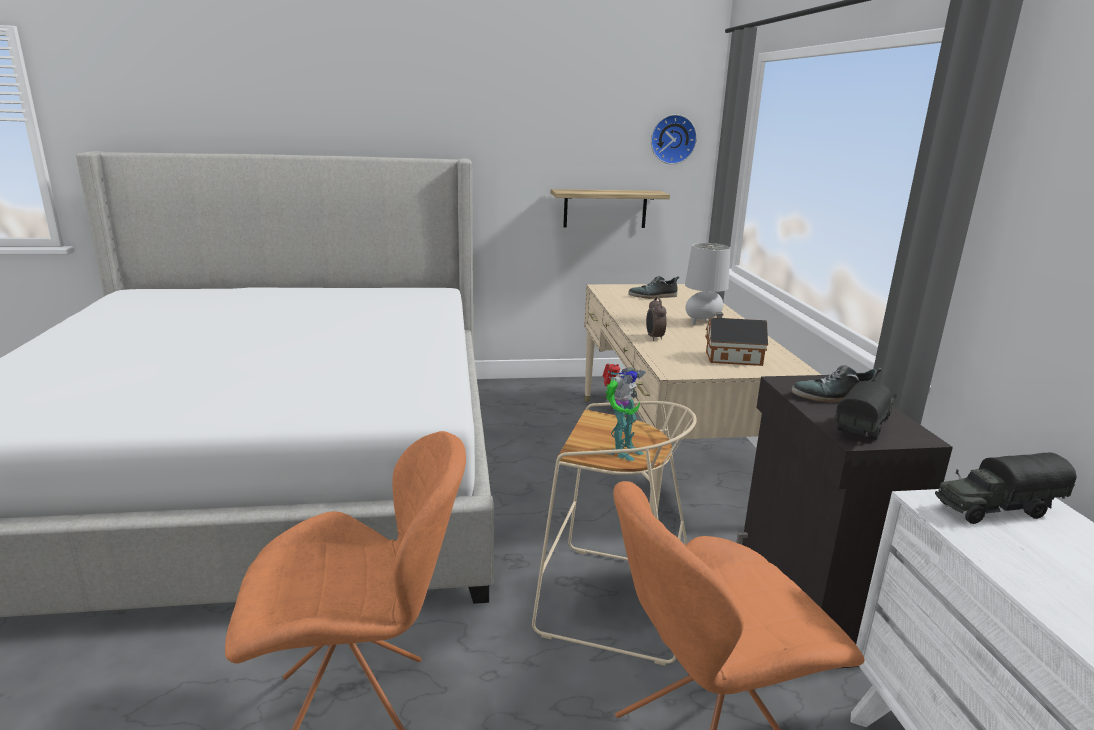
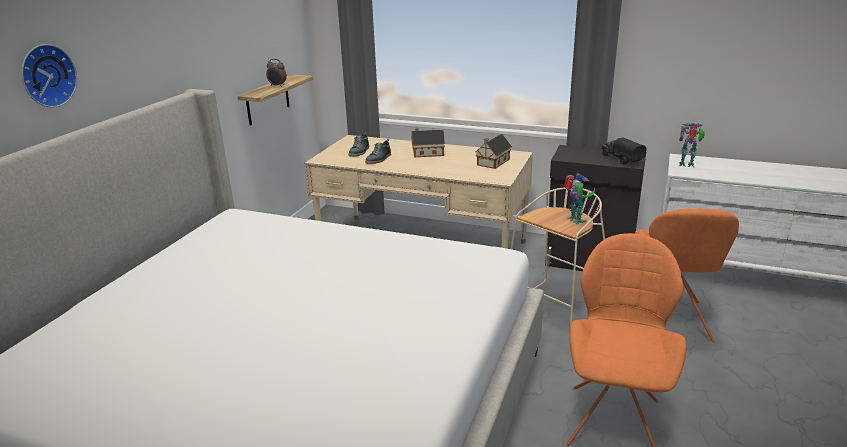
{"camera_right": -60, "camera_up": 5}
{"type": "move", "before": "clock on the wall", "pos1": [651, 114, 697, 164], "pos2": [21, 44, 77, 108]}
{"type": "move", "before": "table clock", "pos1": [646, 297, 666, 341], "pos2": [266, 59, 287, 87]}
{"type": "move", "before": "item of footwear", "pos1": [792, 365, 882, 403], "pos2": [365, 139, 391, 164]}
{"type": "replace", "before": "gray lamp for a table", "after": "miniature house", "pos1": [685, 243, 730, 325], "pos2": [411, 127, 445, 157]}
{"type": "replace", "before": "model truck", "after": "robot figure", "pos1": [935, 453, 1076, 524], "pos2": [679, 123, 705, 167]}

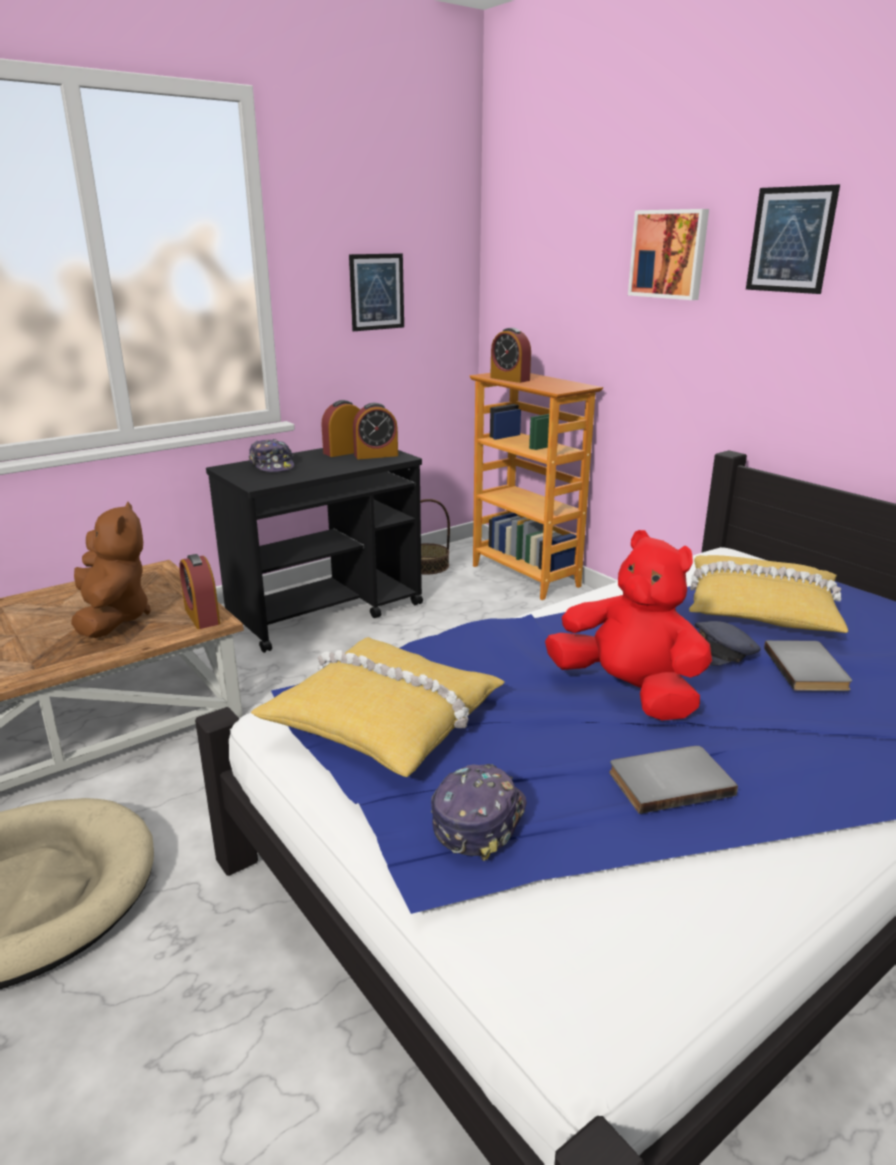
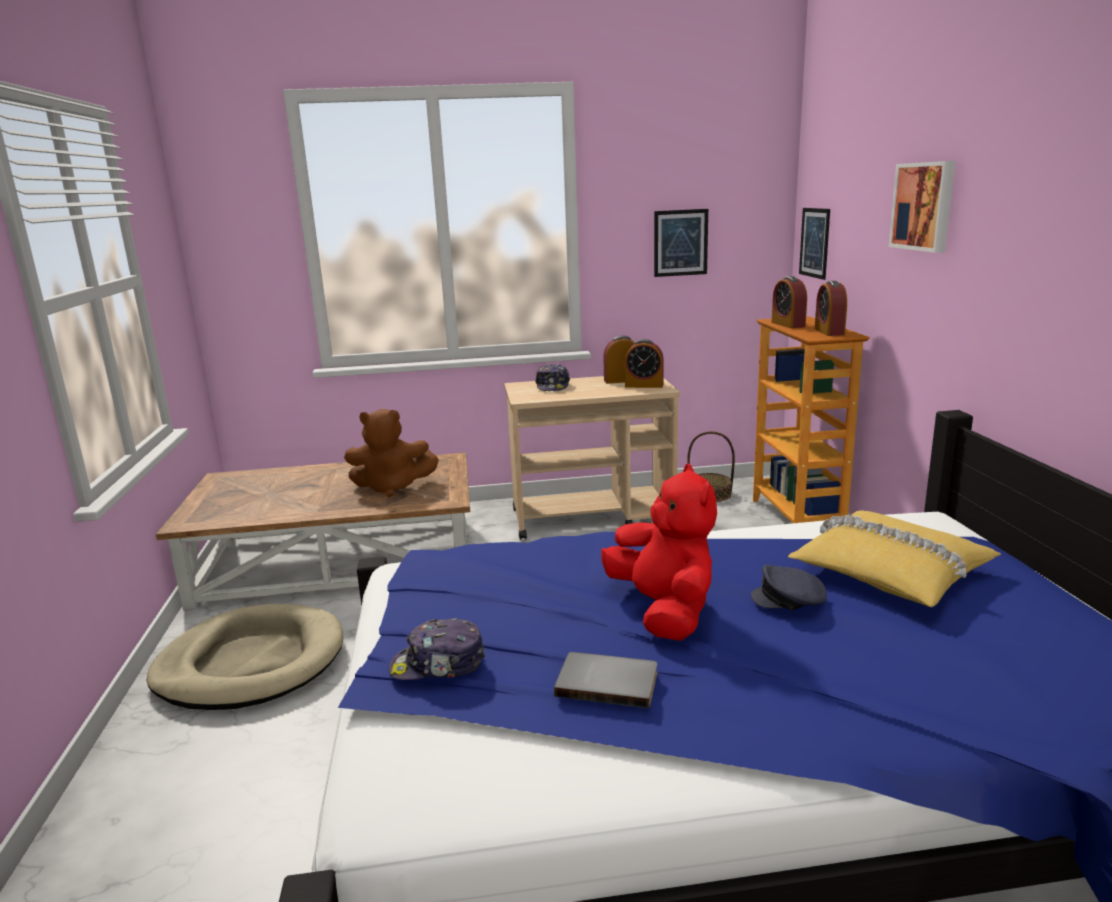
{"camera_right": 30, "camera_up": -5}
{"type": "rotate", "before": "brownish soft toy", "pos1": [71, 502, 151, 638], "pos2": [344, 409, 439, 497], "turn": 75}
{"type": "rotate", "before": "peaked cap", "pos1": [431, 764, 527, 861], "pos2": [388, 618, 485, 680], "turn": -150}
{"type": "recolor", "before": "black-coloured cart", "after": "beige cart", "pos1": [206, 448, 423, 653], "pos2": [505, 376, 680, 540]}
{"type": "move", "before": "wall art", "pos1": [746, 185, 840, 294], "pos2": [799, 208, 830, 280]}
{"type": "move", "before": "table clock", "pos1": [179, 554, 220, 629], "pos2": [815, 281, 847, 336]}
{"type": "delete", "before": "yellowish pillow", "pos1": [251, 637, 505, 777]}
{"type": "delete", "before": "gray bound book", "pos1": [764, 640, 852, 691]}

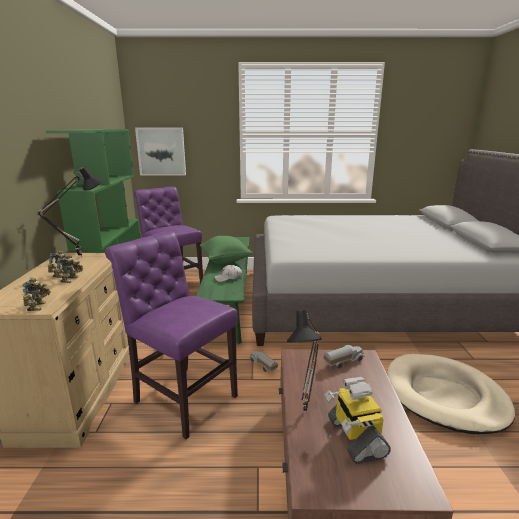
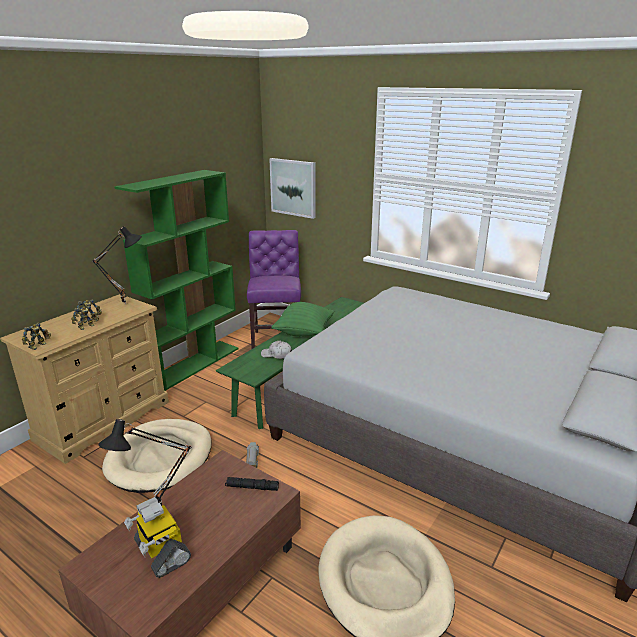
{"camera_right": 35, "camera_up": 5}
{"type": "replace", "before": "purple-coloured plain chair", "after": "beige pet bed", "pos1": [105, 231, 238, 439], "pos2": [102, 419, 211, 493]}
{"type": "rotate", "before": "robot figure", "pos1": [325, 377, 391, 464], "pos2": [124, 497, 191, 578], "turn": -60}
{"type": "replace", "before": "model truck", "after": "black-coloured flashlight", "pos1": [323, 345, 365, 369], "pos2": [225, 477, 279, 491]}

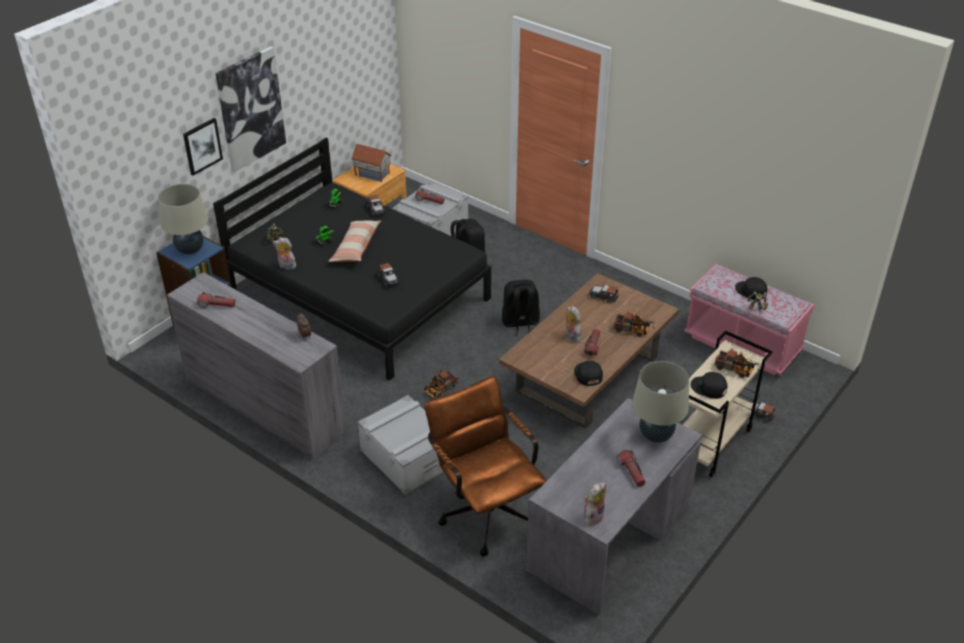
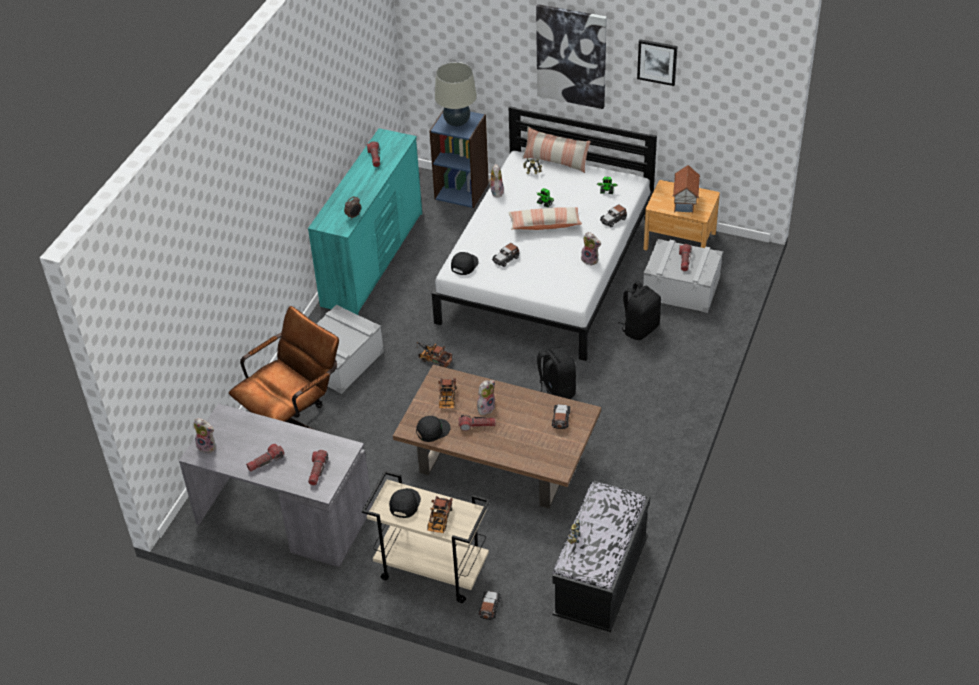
{"camera_right": 75, "camera_up": 5}
{"type": "recolor", "before": "gray drawer chest", "after": "turquoise-coloured drawer chest", "pos1": [167, 272, 346, 460], "pos2": [308, 128, 422, 315]}
{"type": "replace", "before": "beige lamp for a table", "after": "flashlight", "pos1": [632, 361, 689, 443], "pos2": [308, 450, 328, 485]}
{"type": "recolor", "before": "black-coloured bedroom bed", "after": "whitish bedroom bed", "pos1": [213, 138, 491, 381], "pos2": [432, 106, 657, 361]}
{"type": "move", "before": "model truck", "pos1": [614, 311, 654, 337], "pos2": [438, 378, 457, 408]}
{"type": "move", "before": "black-coloured peaked cap", "pos1": [735, 277, 767, 300], "pos2": [451, 252, 479, 275]}
{"type": "insert", "after": "pillow", "pos2": [522, 126, 591, 173]}
{"type": "recolor", "before": "pinkish bench", "after": "black-coloured bench", "pos1": [684, 264, 814, 375], "pos2": [552, 480, 650, 632]}
{"type": "insert", "after": "soft toy", "pos2": [581, 232, 601, 266]}
{"type": "move", "before": "wall art", "pos1": [183, 118, 223, 176], "pos2": [637, 39, 678, 86]}

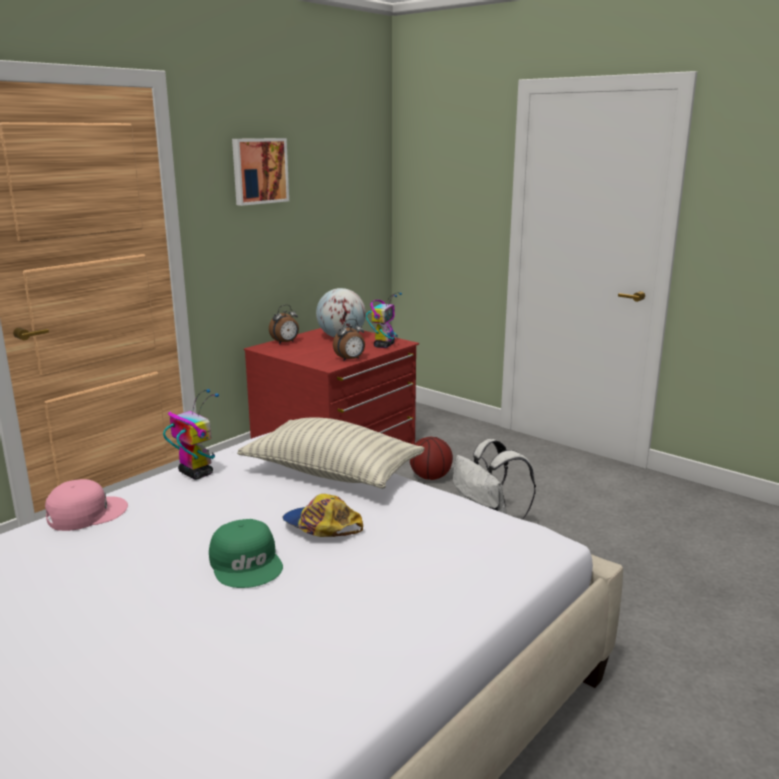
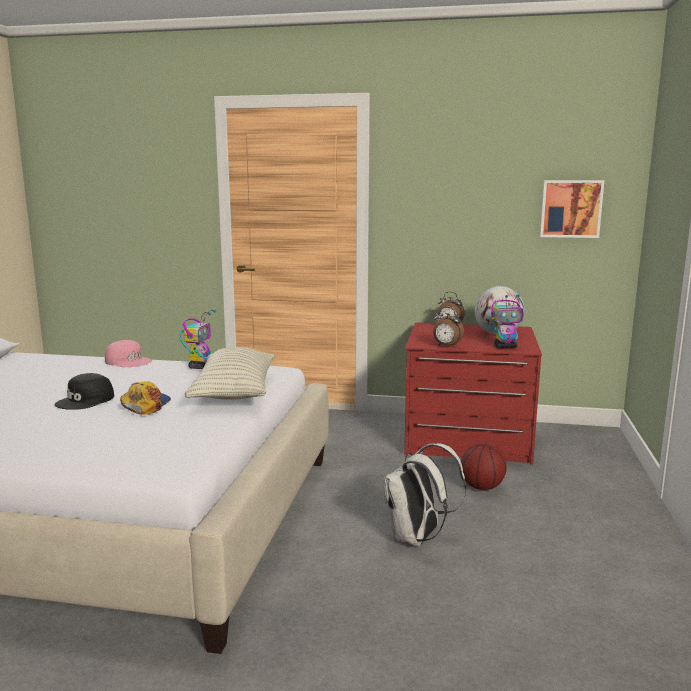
{"camera_right": 60, "camera_up": -5}
{"type": "recolor", "before": "greenish peaked cap", "after": "black-coloured peaked cap", "pos1": [209, 519, 283, 588], "pos2": [55, 373, 114, 410]}
{"type": "move", "before": "wall art", "pos1": [232, 138, 289, 206], "pos2": [540, 180, 604, 238]}

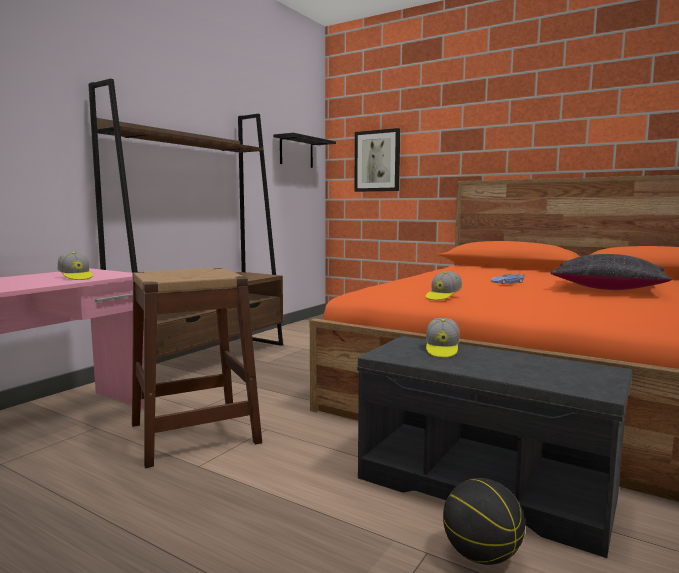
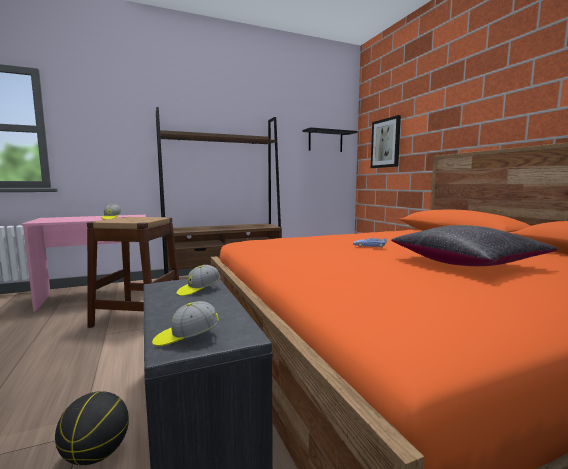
{"camera_right": 35, "camera_up": 0}
{"type": "move", "before": "peaked cap", "pos1": [426, 271, 462, 300], "pos2": [152, 301, 219, 346]}

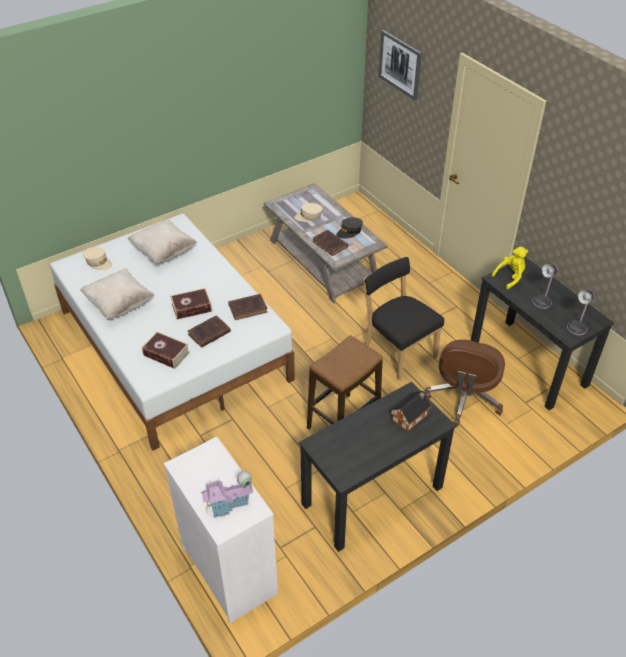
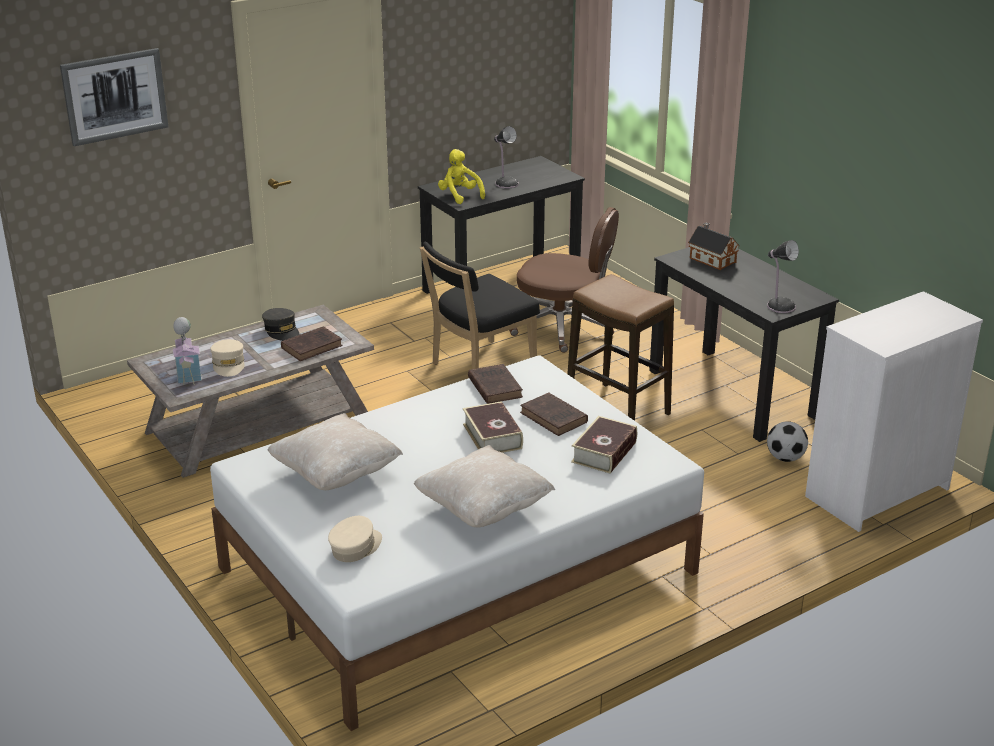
{"camera_right": -90, "camera_up": -15}
{"type": "move", "before": "miniature house", "pos1": [201, 471, 253, 518], "pos2": [173, 317, 202, 385]}
{"type": "move", "before": "lamp for a table", "pos1": [567, 290, 595, 335], "pos2": [767, 240, 799, 313]}
{"type": "insert", "after": "ball for football", "pos2": [767, 421, 808, 462]}

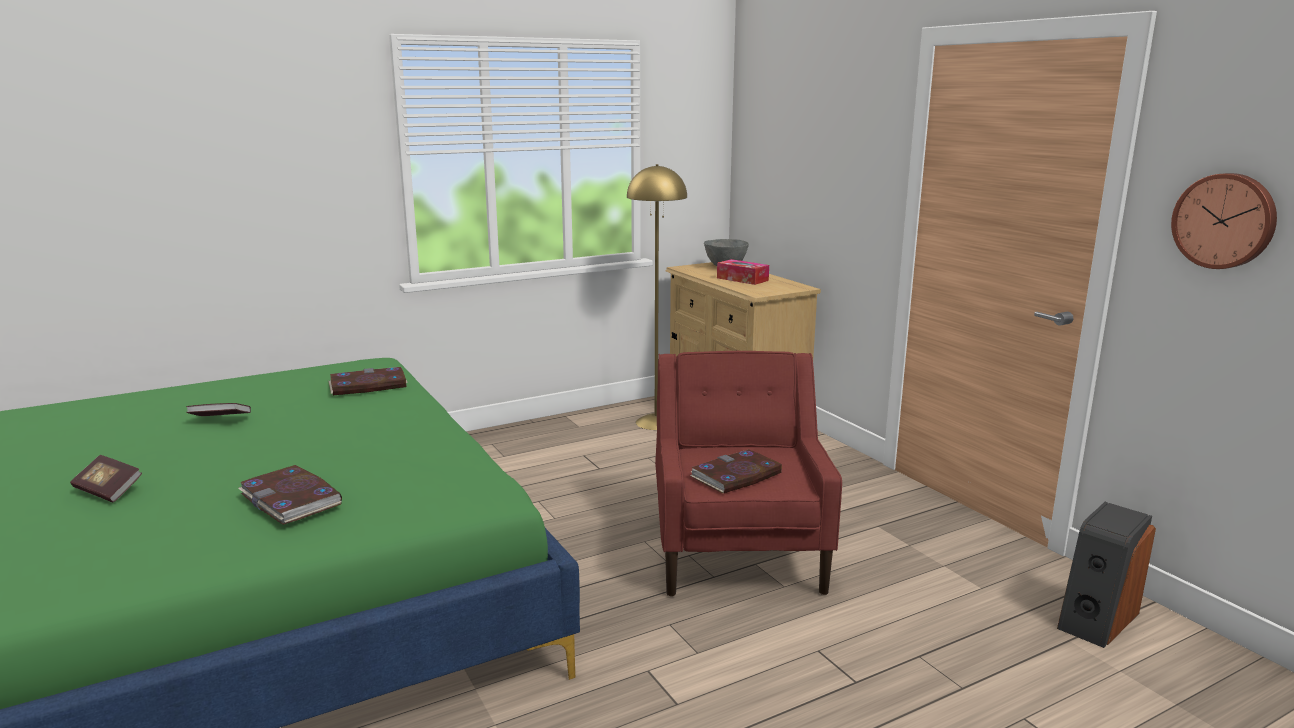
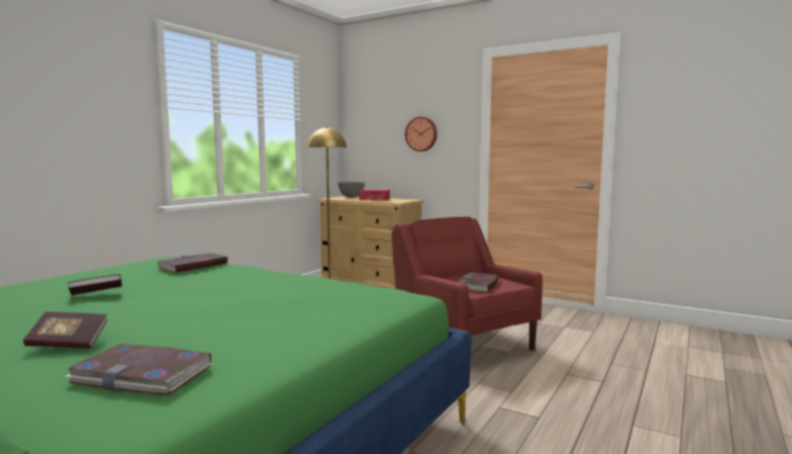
{"camera_right": -30, "camera_up": -10}
{"type": "move", "before": "bound book", "pos1": [238, 465, 342, 525], "pos2": [65, 344, 213, 396]}
{"type": "move", "before": "clock on the wall", "pos1": [1171, 173, 1277, 269], "pos2": [405, 117, 437, 152]}
{"type": "delete", "before": "loudspeaker", "pos1": [1057, 502, 1156, 648]}

